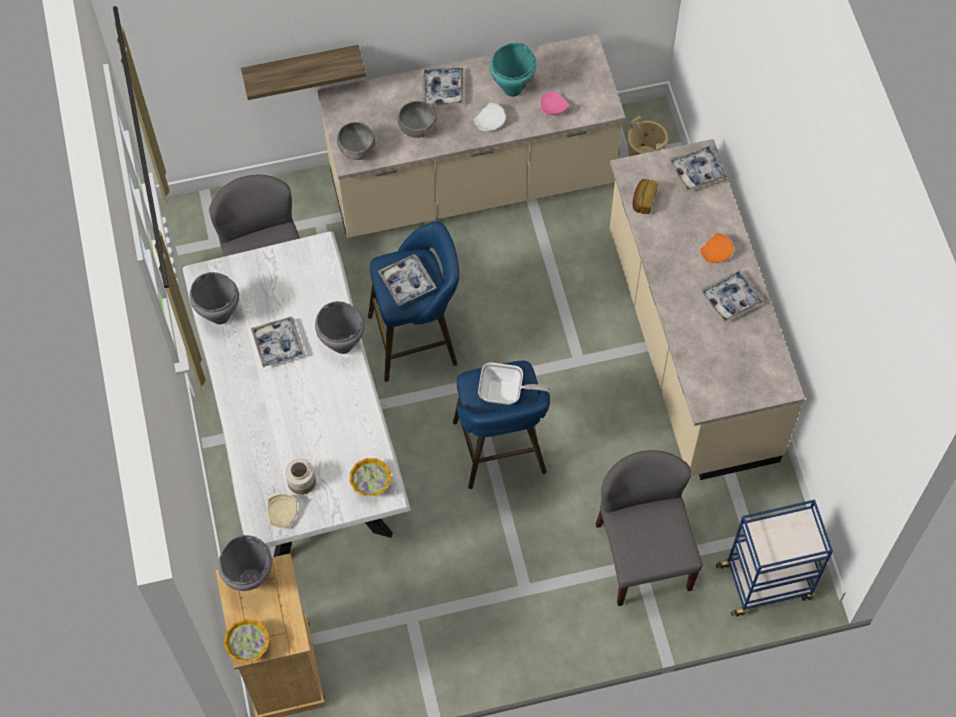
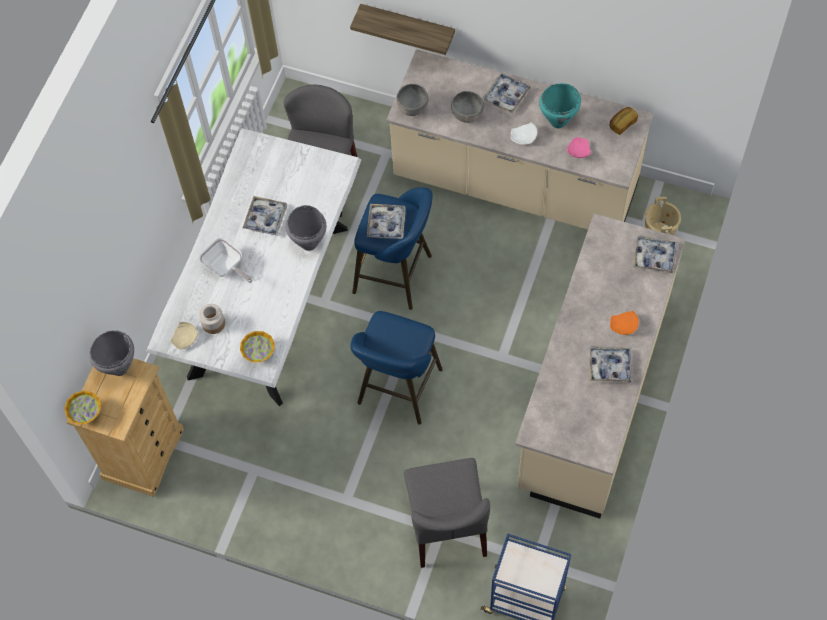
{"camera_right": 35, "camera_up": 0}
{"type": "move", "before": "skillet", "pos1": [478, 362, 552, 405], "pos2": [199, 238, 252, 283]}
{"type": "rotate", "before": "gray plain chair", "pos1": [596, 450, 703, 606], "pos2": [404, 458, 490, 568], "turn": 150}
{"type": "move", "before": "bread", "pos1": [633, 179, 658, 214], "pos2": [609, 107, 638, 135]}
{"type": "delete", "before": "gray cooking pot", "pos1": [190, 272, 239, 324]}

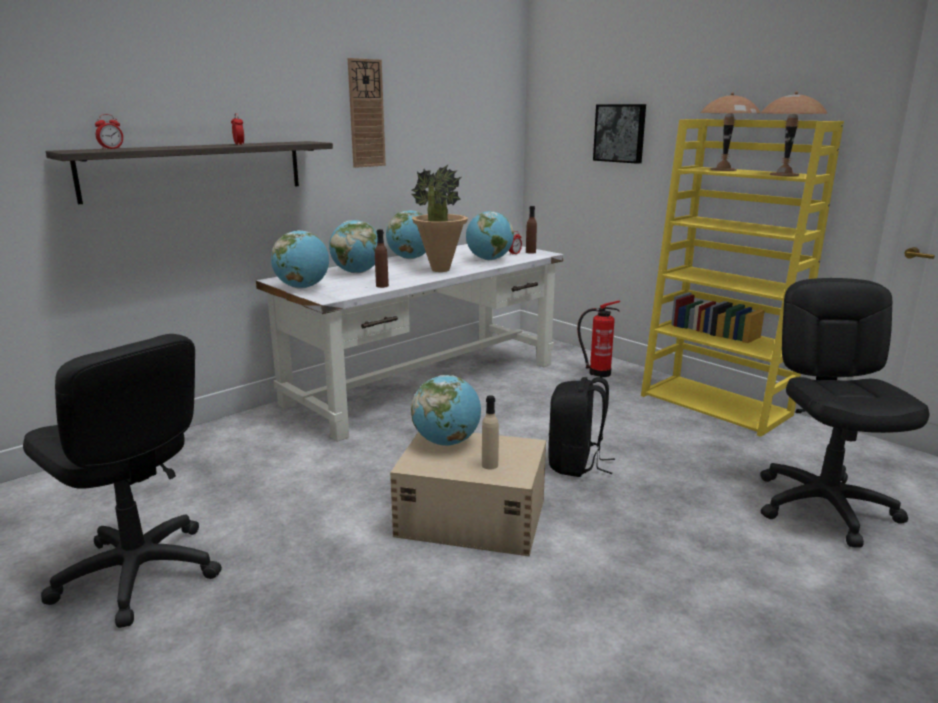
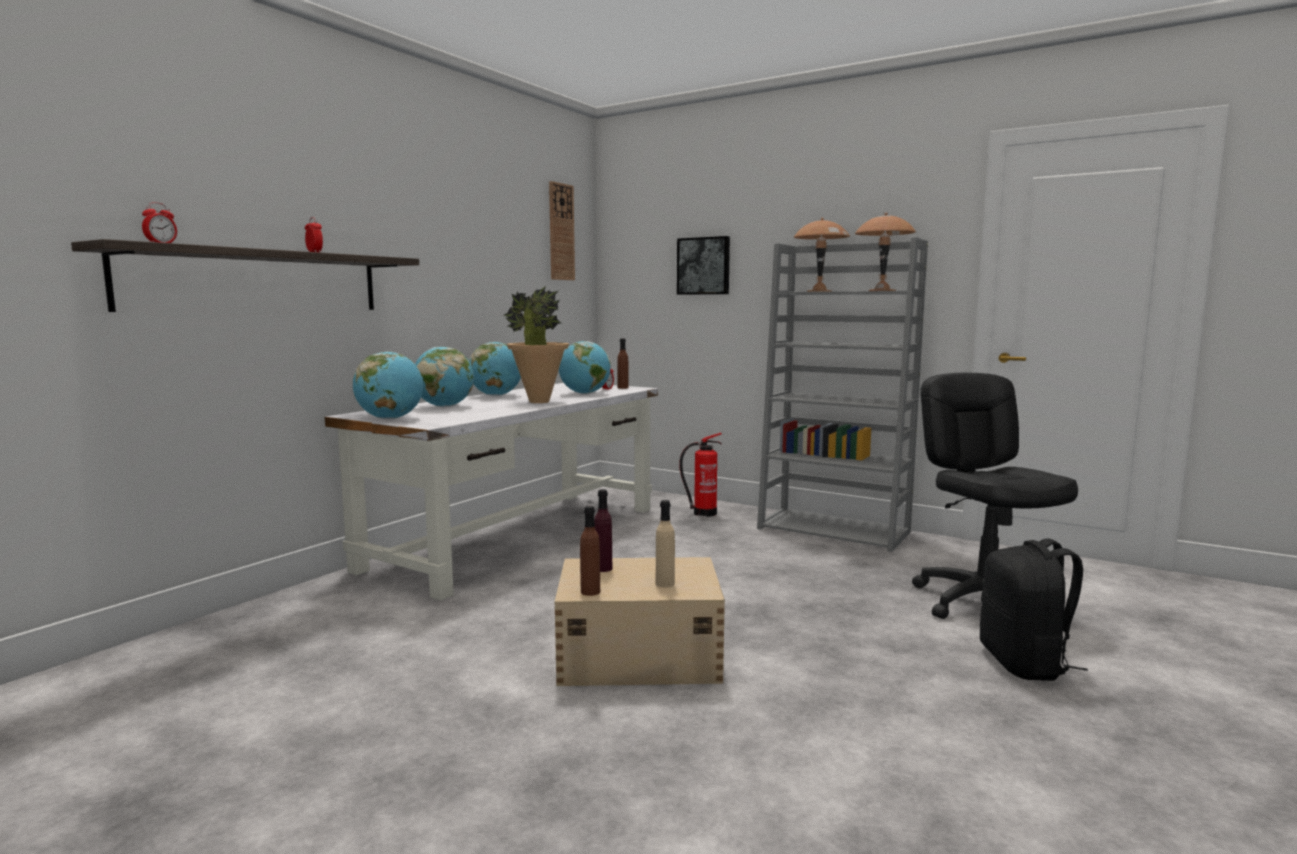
{"camera_right": -15, "camera_up": -10}
{"type": "move", "before": "clock on the wall", "pos1": [348, 58, 386, 168], "pos2": [549, 181, 575, 280]}
{"type": "move", "before": "brownish drink bottle", "pos1": [375, 229, 389, 288], "pos2": [580, 506, 600, 596]}
{"type": "replace", "before": "globe", "after": "purple-coloured drink bottle", "pos1": [411, 375, 481, 446], "pos2": [594, 489, 612, 572]}
{"type": "recolor", "before": "yellowish shelving unit", "after": "gray shelving unit", "pos1": [641, 119, 844, 437], "pos2": [757, 237, 928, 552]}
{"type": "move", "before": "black-coloured backpack", "pos1": [548, 377, 615, 477], "pos2": [980, 538, 1088, 681]}
{"type": "delete", "before": "black-coloured computer chair", "pos1": [23, 334, 222, 628]}

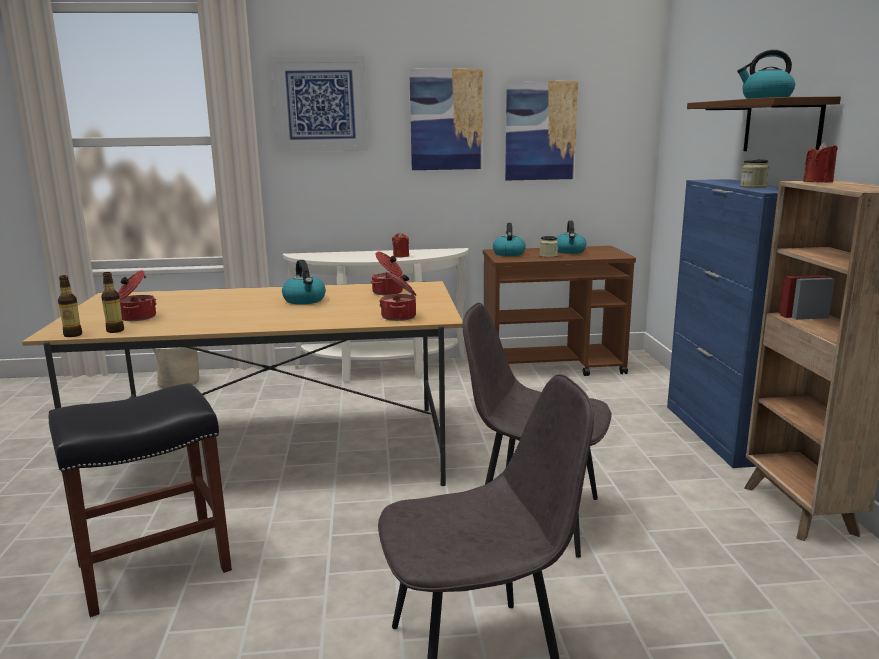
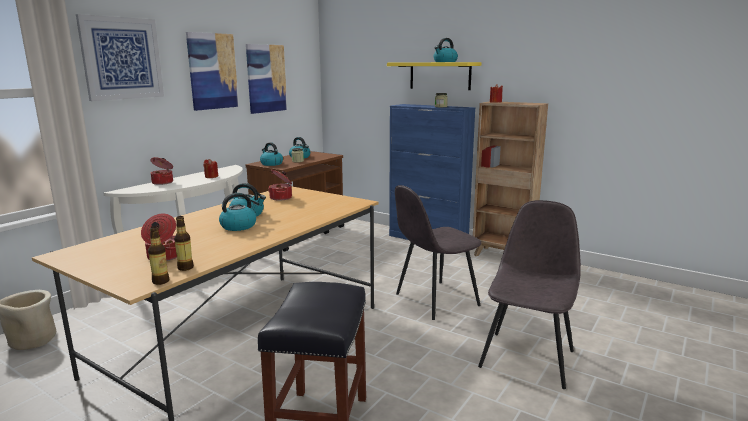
{"camera_right": -50, "camera_up": 0}
{"type": "move", "before": "cooking pot", "pos1": [379, 272, 416, 321], "pos2": [151, 157, 173, 185]}
{"type": "insert", "after": "kettle", "pos2": [219, 193, 260, 231]}
{"type": "recolor", "before": "brownish wall shelf", "after": "yellowish wall shelf", "pos1": [687, 96, 841, 151], "pos2": [387, 62, 481, 90]}

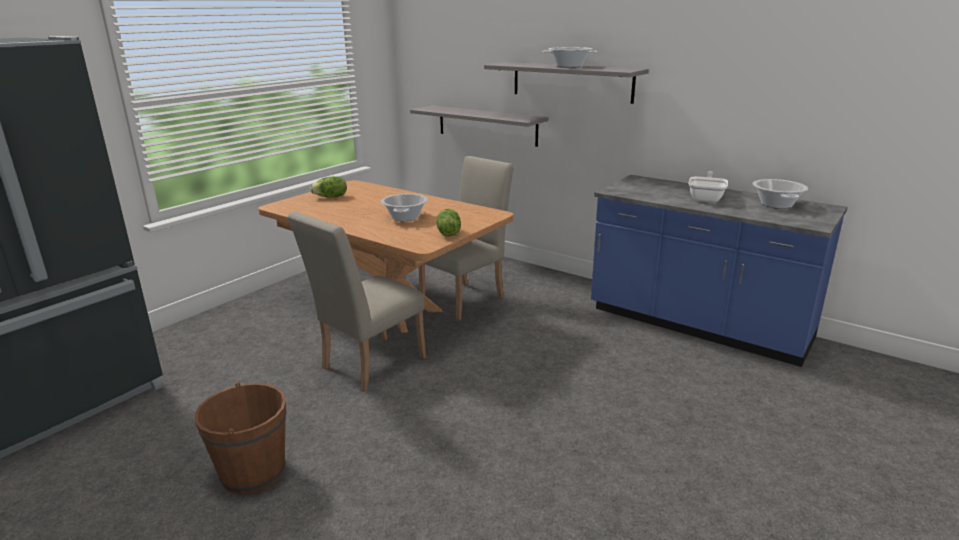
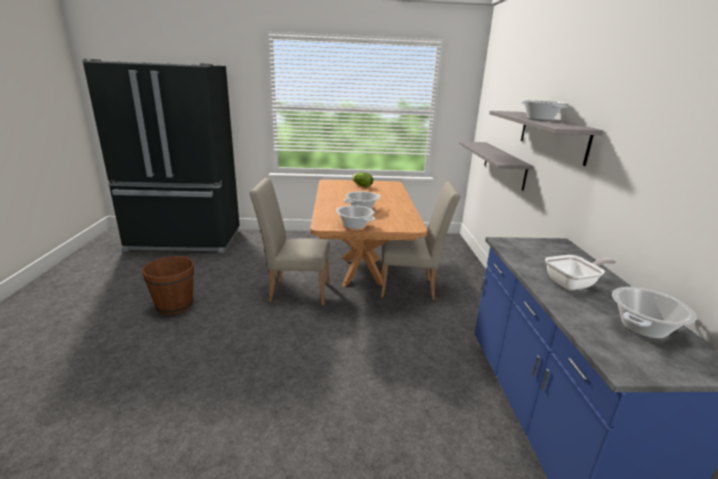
{"camera_right": 50, "camera_up": 0}
{"type": "replace", "before": "lettuce head", "after": "cooking pot", "pos1": [436, 209, 461, 236], "pos2": [336, 205, 375, 229]}

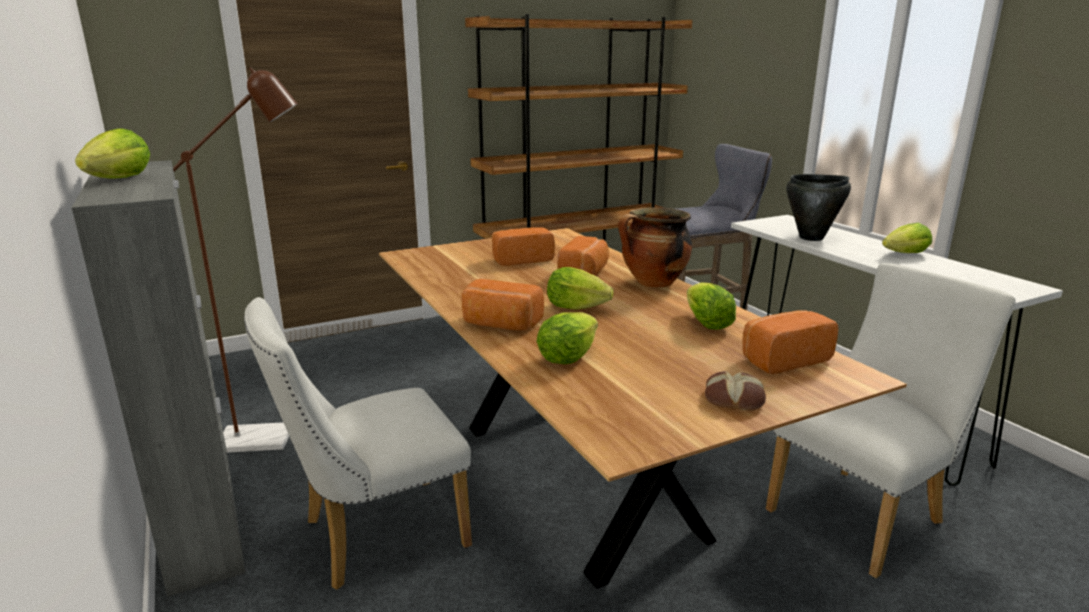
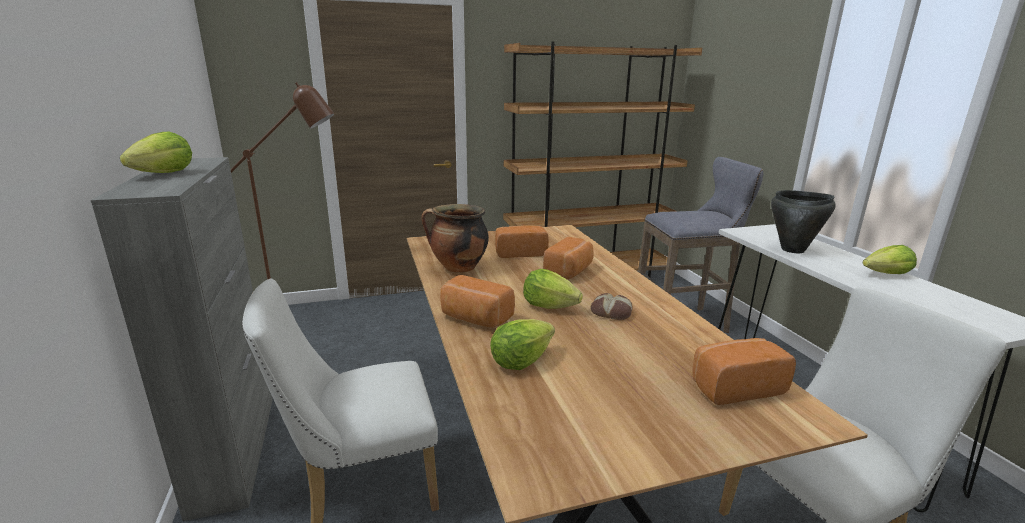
{"camera_right": 10, "camera_up": 0}
{"type": "move", "before": "cooking pot", "pos1": [618, 207, 692, 288], "pos2": [421, 204, 489, 273]}
{"type": "move", "before": "bread", "pos1": [705, 371, 766, 411], "pos2": [591, 293, 633, 320]}
{"type": "delete", "before": "lettuce head", "pos1": [687, 282, 736, 330]}

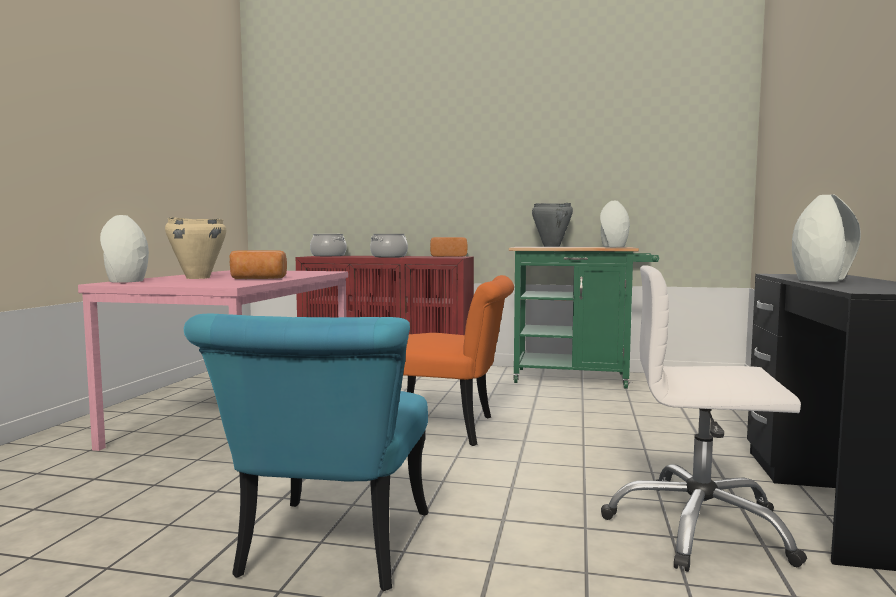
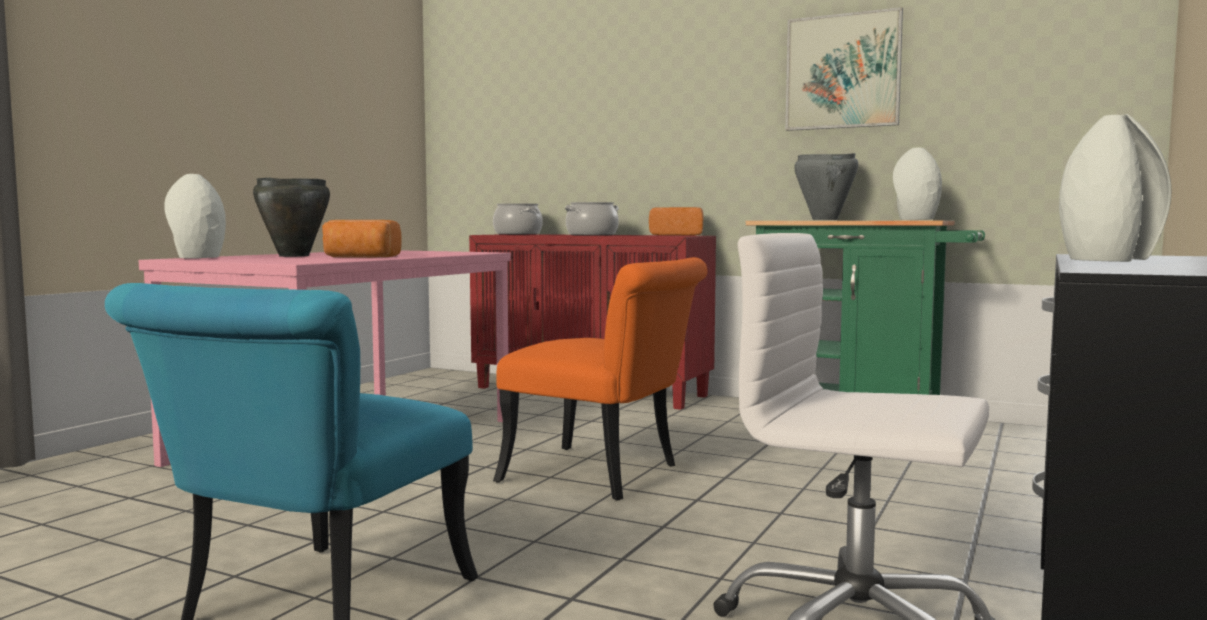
{"camera_right": 15, "camera_up": 0}
{"type": "recolor", "before": "beige cooking pot", "after": "black-coloured cooking pot", "pos1": [165, 217, 226, 279], "pos2": [253, 178, 330, 257]}
{"type": "insert", "after": "wall art", "pos2": [785, 7, 903, 131]}

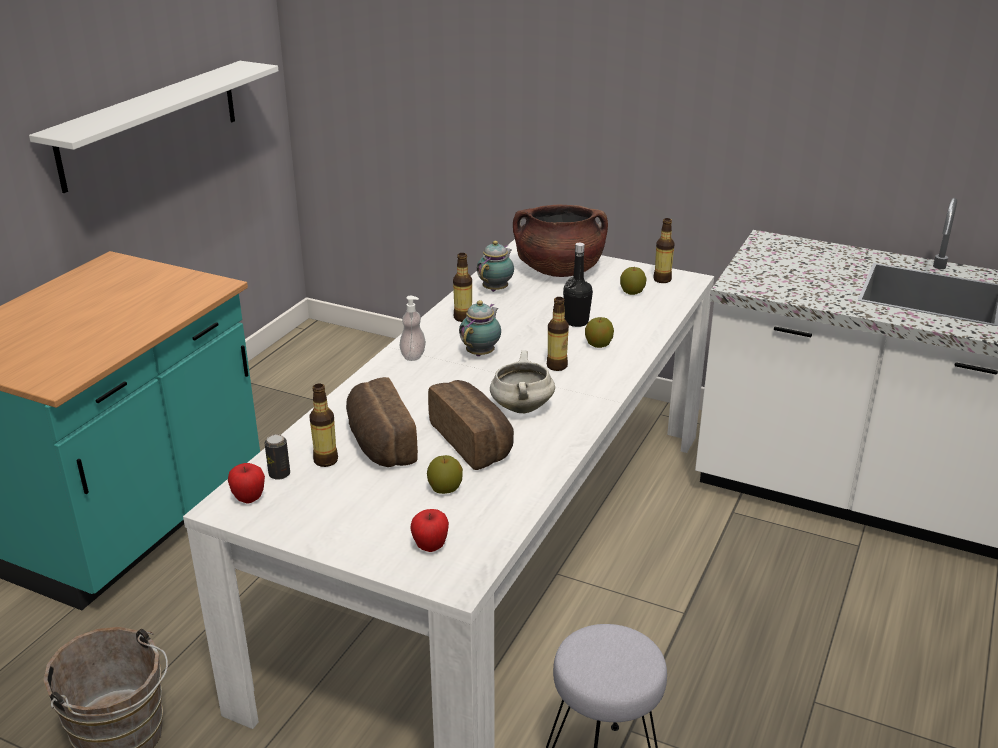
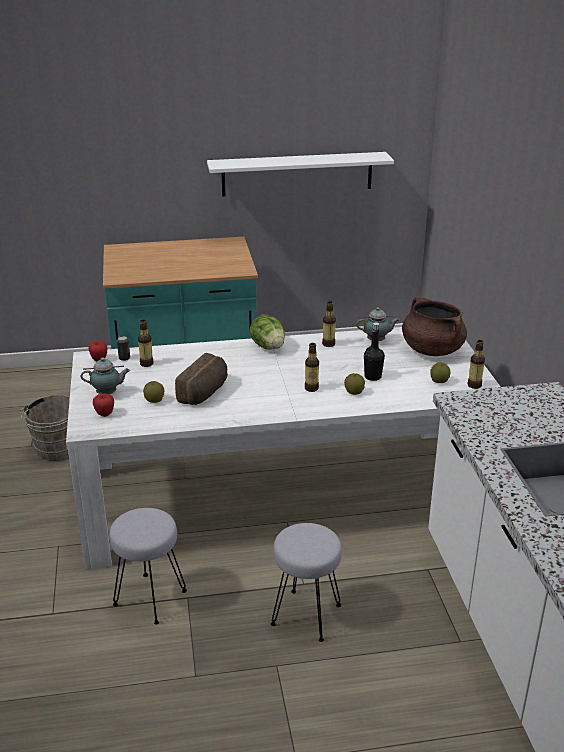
{"camera_right": 55, "camera_up": 0}
{"type": "move", "before": "tea pot", "pos1": [459, 300, 501, 356], "pos2": [81, 357, 130, 394]}
{"type": "replace", "before": "liquid soap bottle", "after": "lettuce head", "pos1": [399, 296, 426, 361], "pos2": [250, 314, 285, 350]}
{"type": "insert", "after": "gray sitting stool", "pos2": [271, 523, 342, 642]}
{"type": "delete", "before": "bread", "pos1": [346, 377, 418, 467]}
{"type": "delete", "before": "whitish cooking pot", "pos1": [490, 350, 555, 413]}

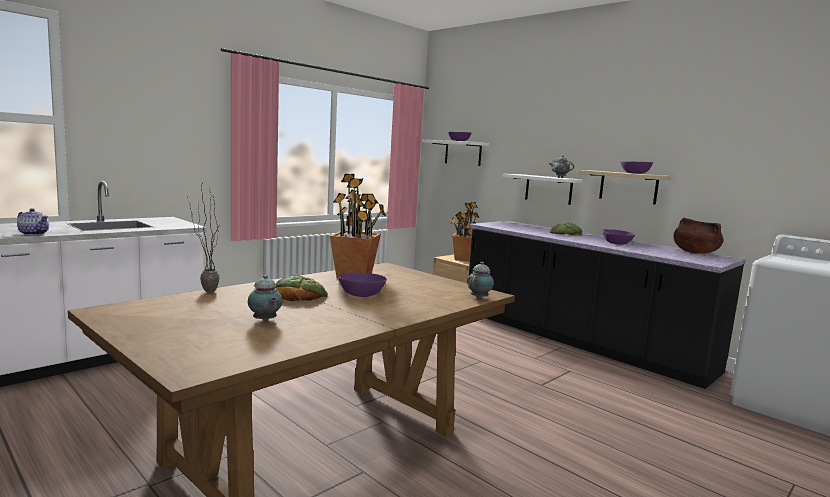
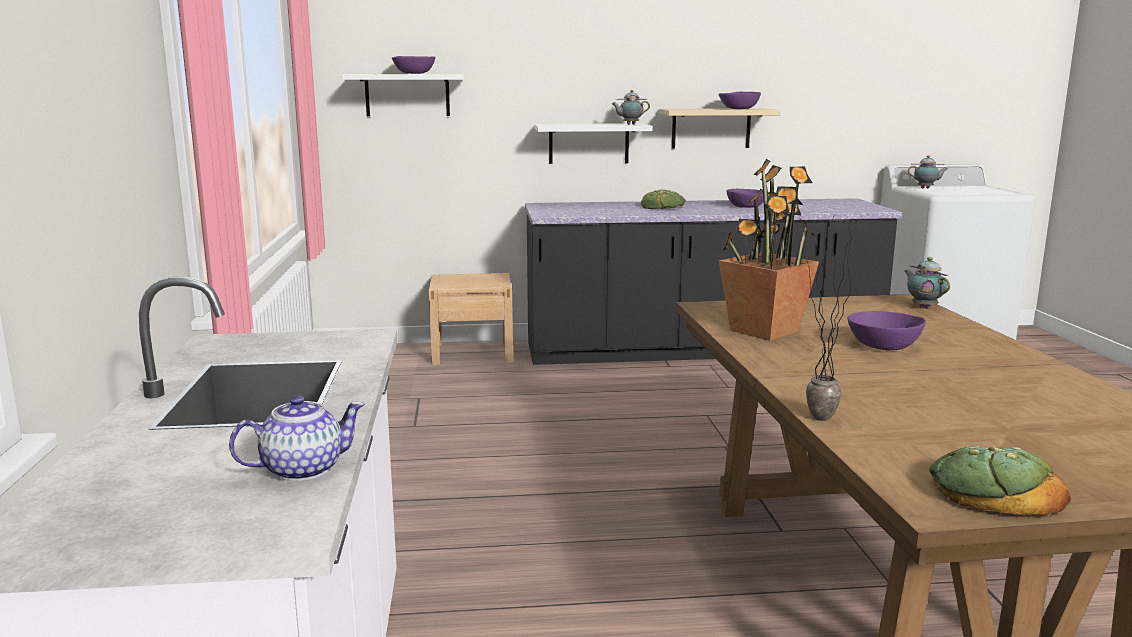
{"camera_right": -50, "camera_up": 5}
{"type": "move", "before": "tea pot", "pos1": [248, 275, 282, 322], "pos2": [908, 155, 948, 188]}
{"type": "move", "before": "bread", "pos1": [275, 275, 328, 301], "pos2": [929, 446, 1071, 516]}
{"type": "delete", "before": "plant in a pot", "pos1": [450, 202, 479, 262]}
{"type": "delete", "before": "brownish cooking pot", "pos1": [673, 218, 724, 254]}

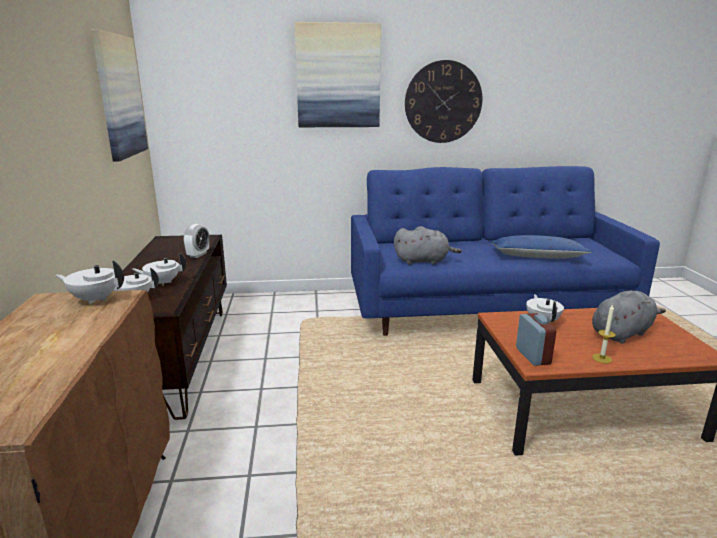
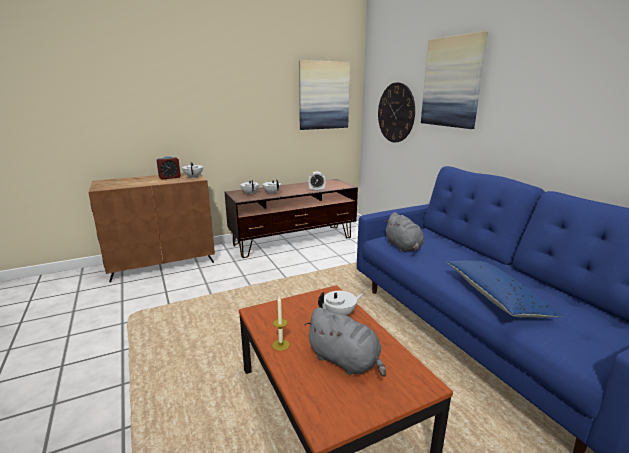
{"camera_right": 70, "camera_up": 0}
{"type": "move", "before": "table clock", "pos1": [516, 313, 556, 366], "pos2": [156, 156, 181, 180]}
{"type": "move", "before": "clock on the wall", "pos1": [405, 60, 482, 143], "pos2": [378, 82, 415, 142]}

